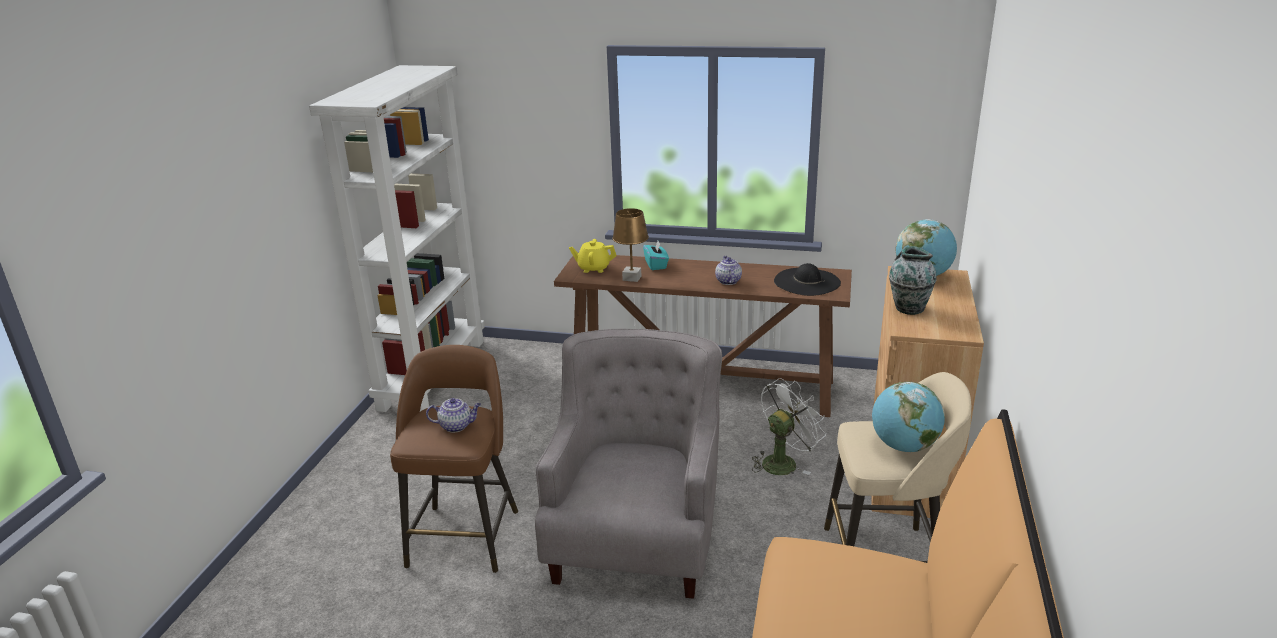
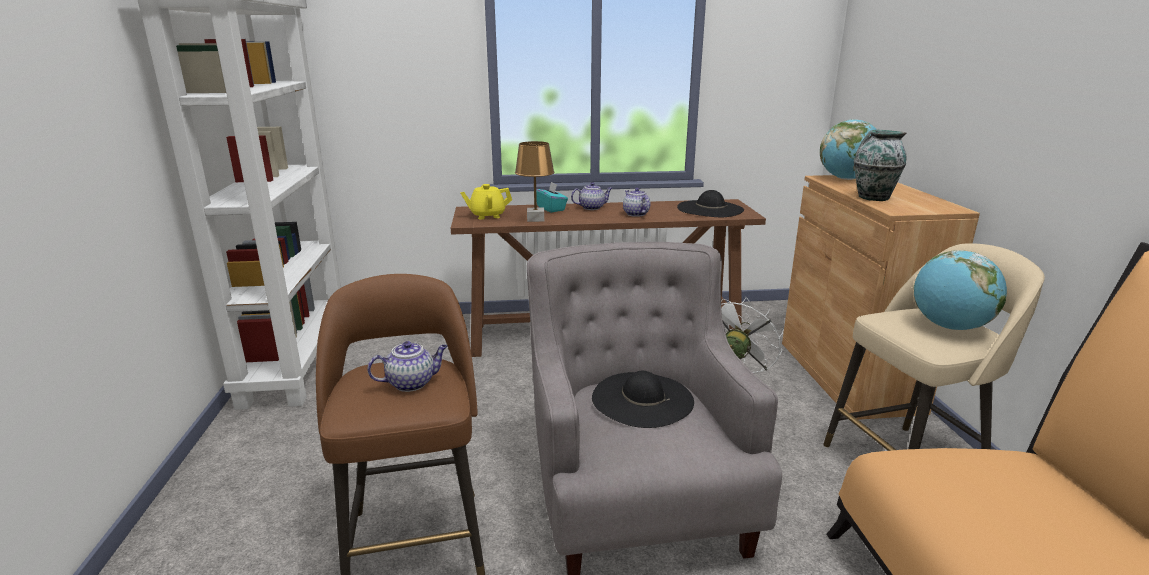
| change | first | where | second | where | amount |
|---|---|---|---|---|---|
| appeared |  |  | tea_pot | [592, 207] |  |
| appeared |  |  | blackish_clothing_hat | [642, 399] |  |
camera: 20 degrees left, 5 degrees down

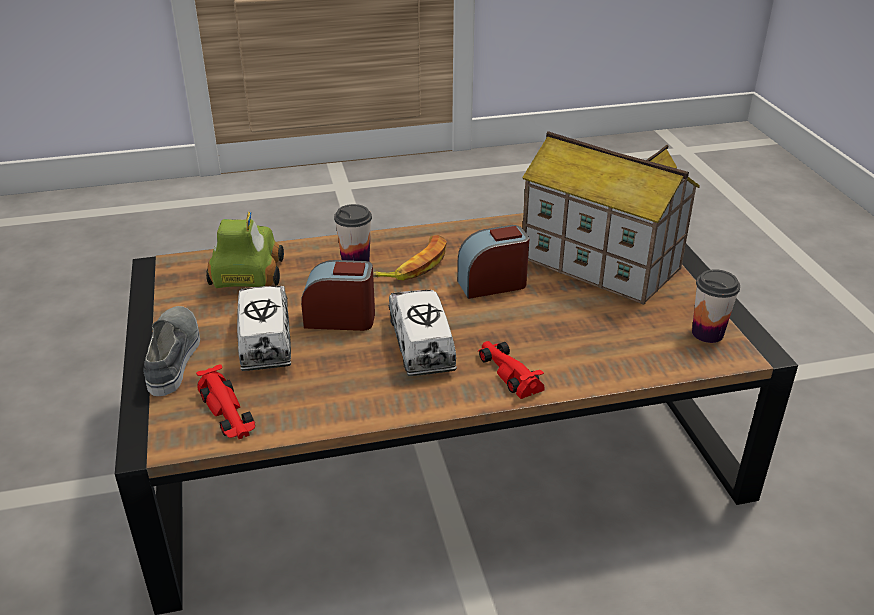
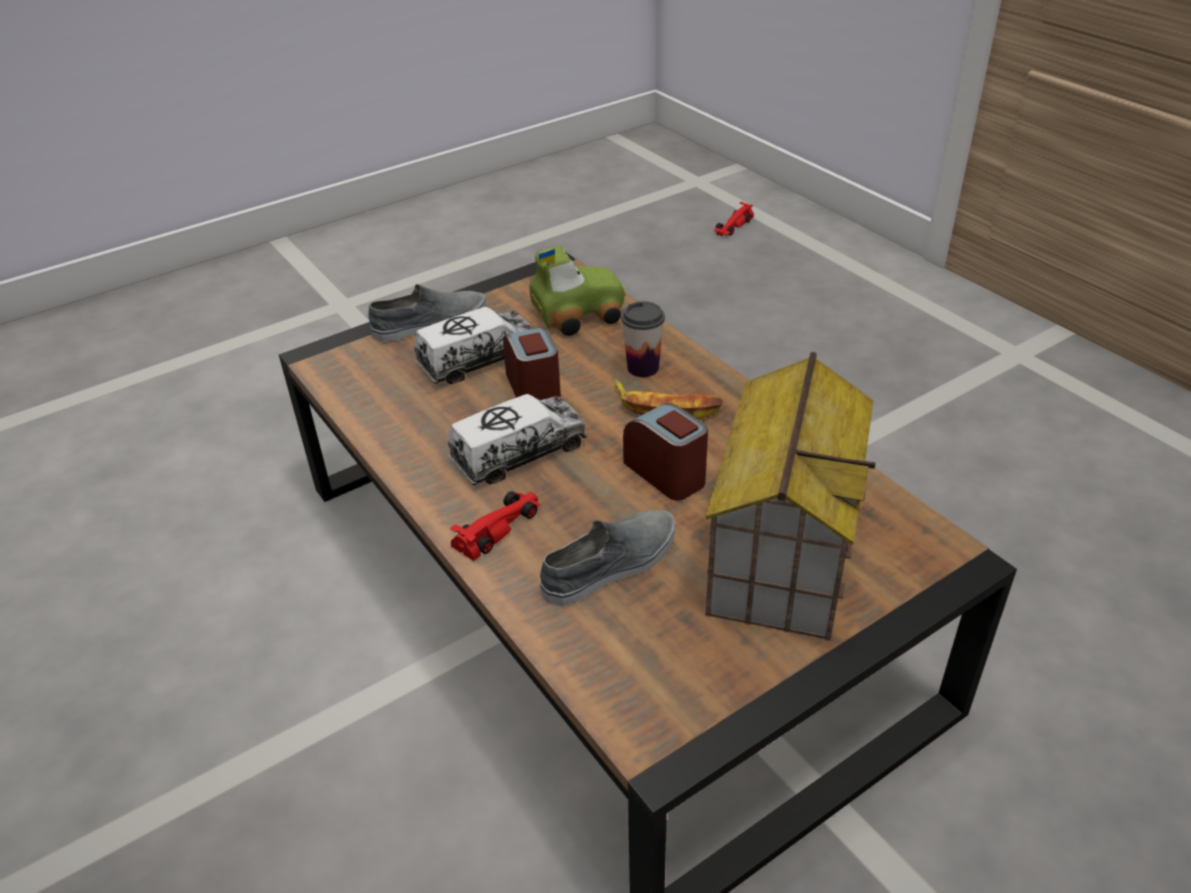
| change | first | where | second | where | amount |
|---|---|---|---|---|---|
| relocated | reddish_toy_car | [227, 412] |  | [733, 226] |  |
| missing | drinking_cup | [707, 333] |  |  |  |
| appeared |  |  | grey_item_of_footwear | [612, 564] |  |
camera: 70 degrees right, 5 degrees up

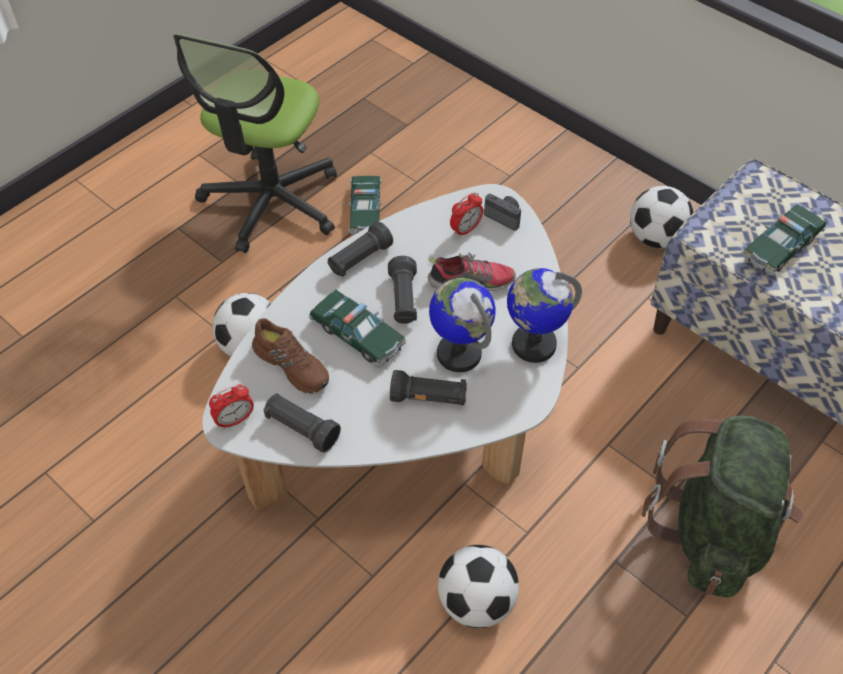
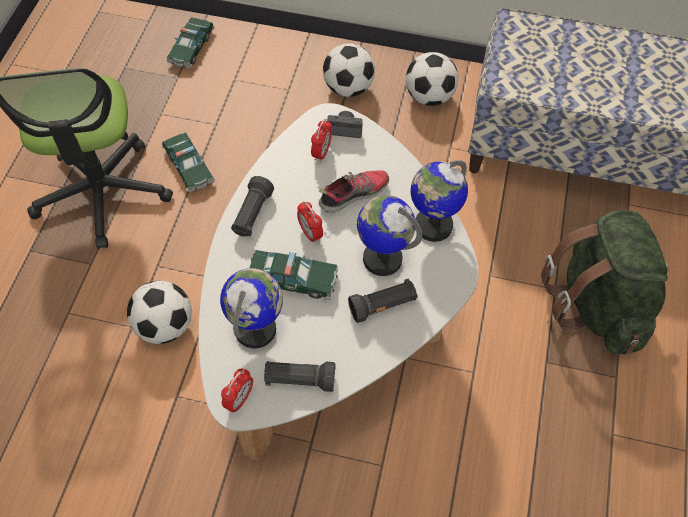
| change | first | where | second | where | amount |
|---|---|---|---|---|---|
| exchanged | brown_item_of_footwear | [293, 364] | desk_globe | [256, 329] |  |
| exchanged | blackish_torch | [403, 300] | table_clock | [310, 234] |  |
| relocated | football | [476, 601] |  | [348, 88] |  |
| relocated | toy_car | [781, 247] |  | [191, 48] |  |
camera: 30 degrees left, 5 degrees up

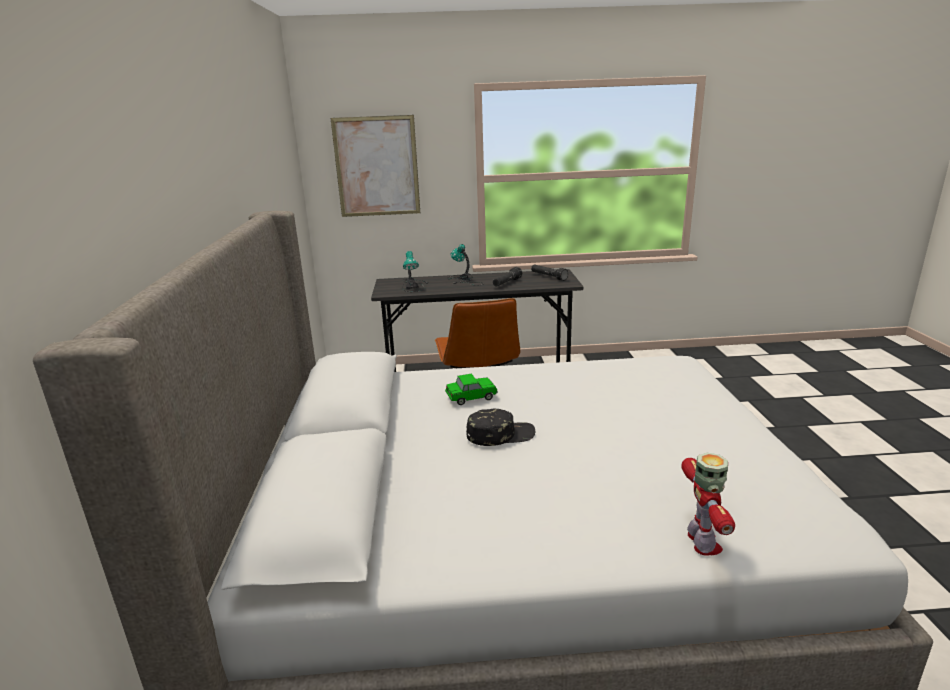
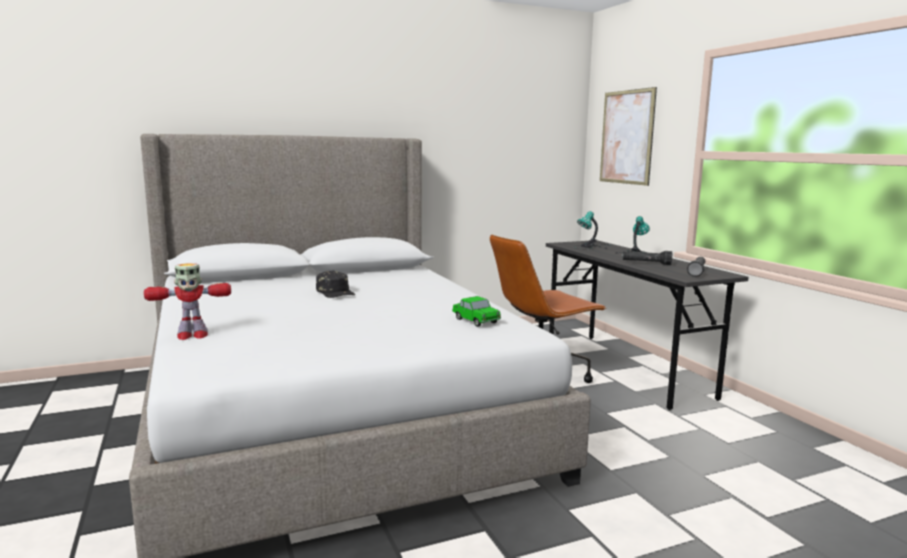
| change | first | where | second | where | amount |
|---|---|---|---|---|---|
| relocated | toy_car | [471, 397] |  | [476, 321] |  |
camera: 70 degrees right, 10 degrees down

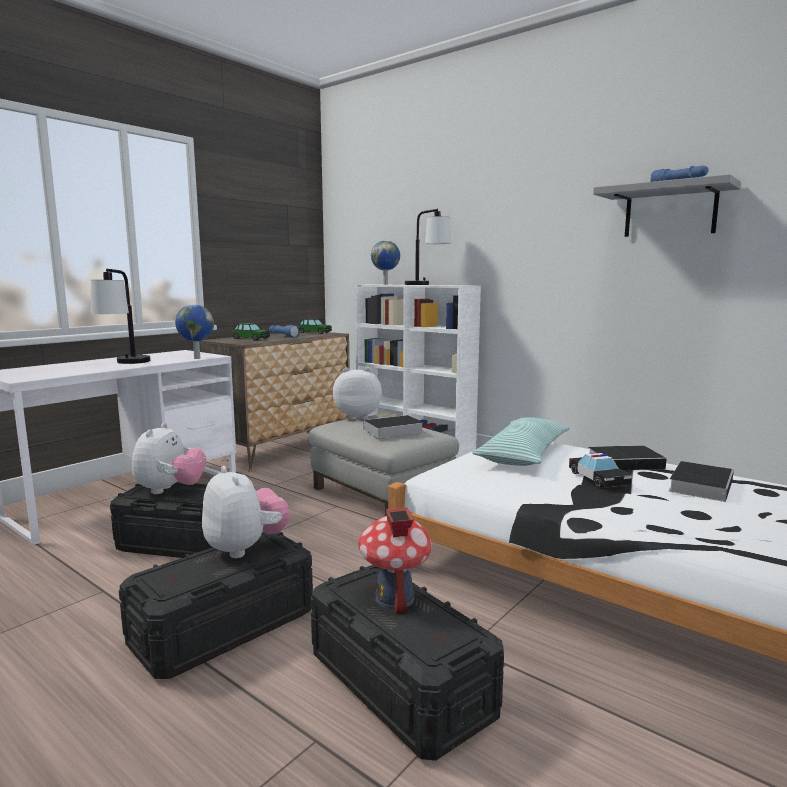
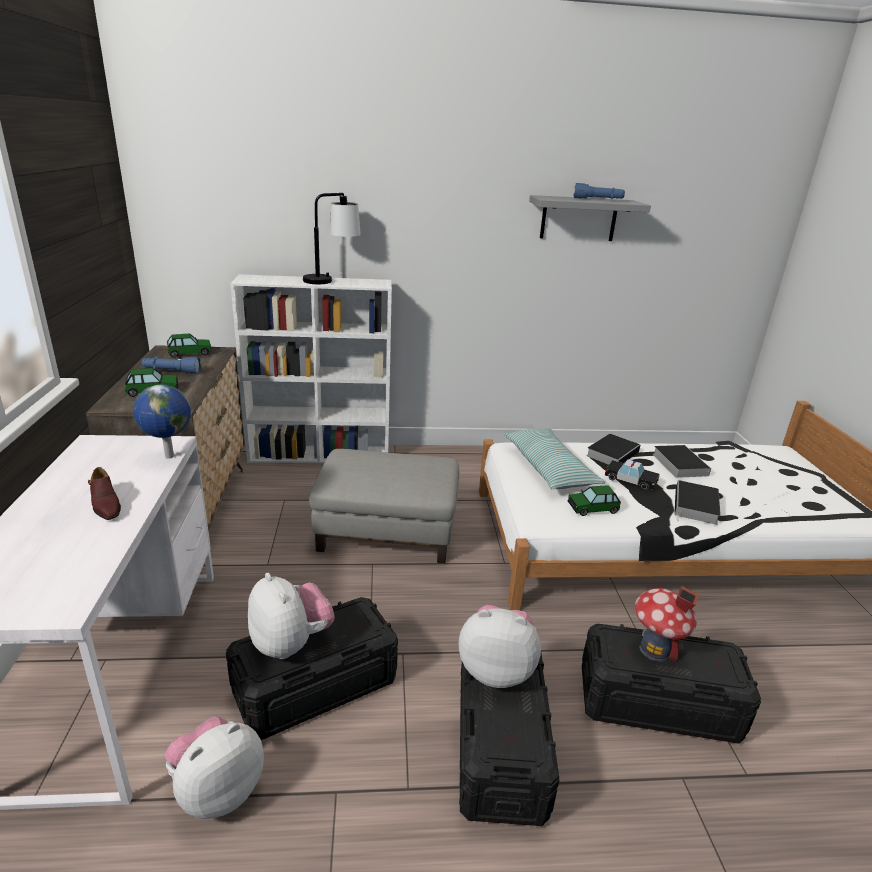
| change | first | where | second | where | amount |
|---|---|---|---|---|---|
| exchanged | lamp_for_a_table | [125, 364] | brown_item_of_footwear | [105, 505] |  |
| relocated | cuddly_toy | [357, 417] |  | [218, 790] |  |
| relocated | volume | [391, 430] |  | [696, 507] |  |
| missing | desk_globe | [386, 284] |  |  |  |
| appeared |  |  | toy_car | [592, 508] |  |
camera: 45 degrees left, 15 degrees up

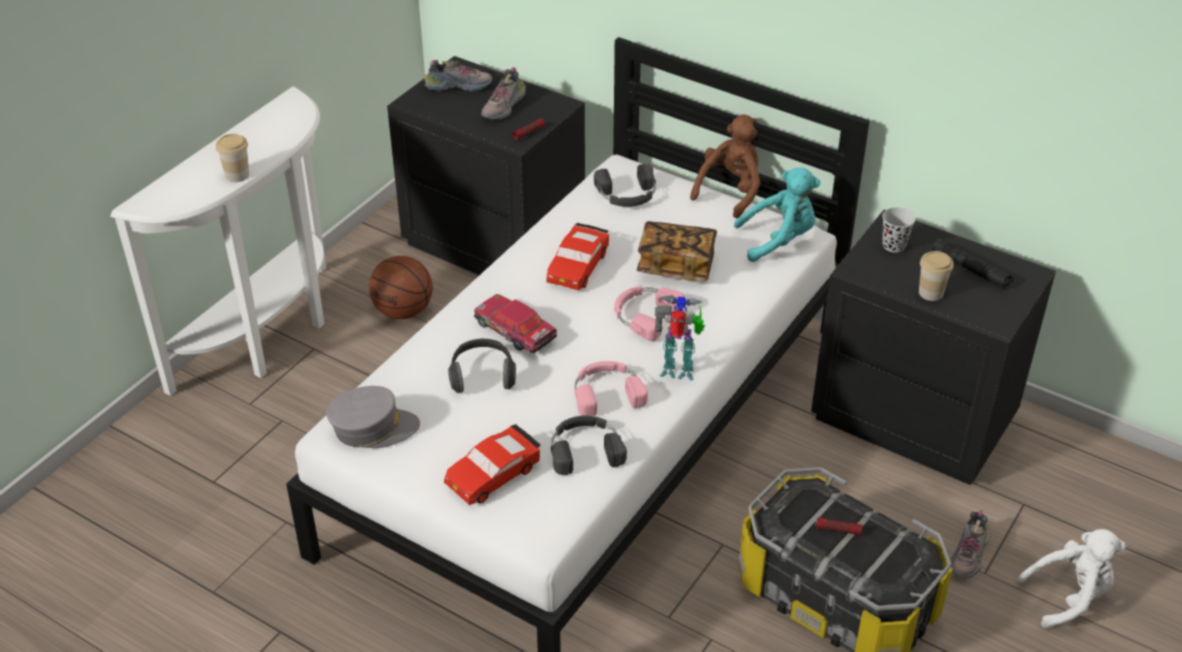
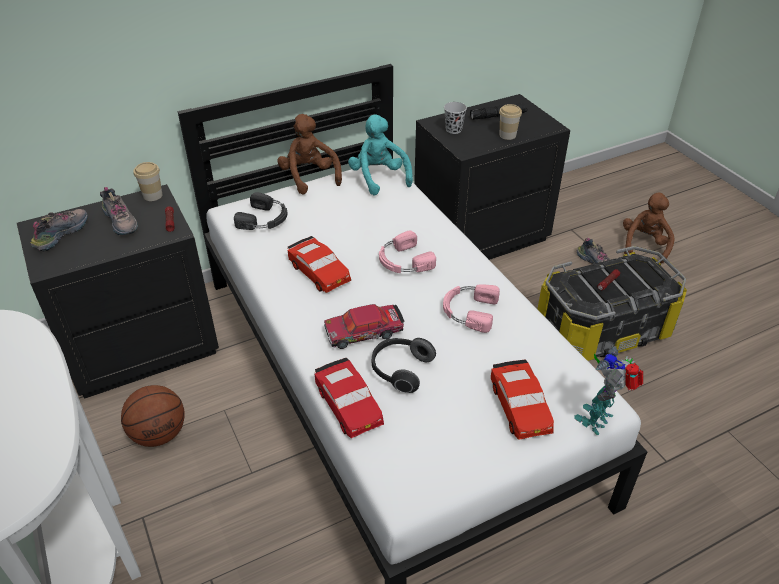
| change | first | where | second | where | amount |
|---|---|---|---|---|---|
| relocated | drinking_cup | [237, 175] |  | [152, 195] |  |
| missing | grey_peaked_cap | [373, 428] |  |  |  |
| missing | blackish_headset | [585, 448] |  |  |  |
| missing | volume | [676, 265] |  |  |  |
| relocated | model_robot | [679, 372] |  | [598, 419] |  |
| spun | turquoise_cuddly_toy | [779, 240] |  | [379, 178] | 45 degrees counterclockwise |
| colour | white_cuddly_toy | [1069, 596] | brown_cuddly_toy | [644, 245] |  |
| appeared |  |  | reddish_toy_car | [349, 405] |  |
camera: 60 degrees left, 0 degrees up

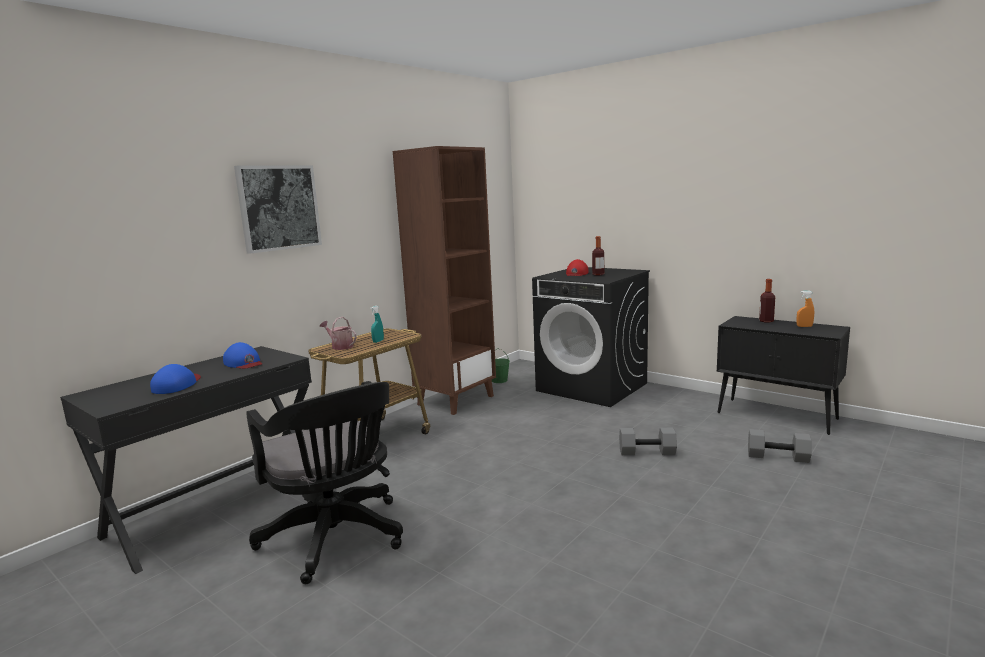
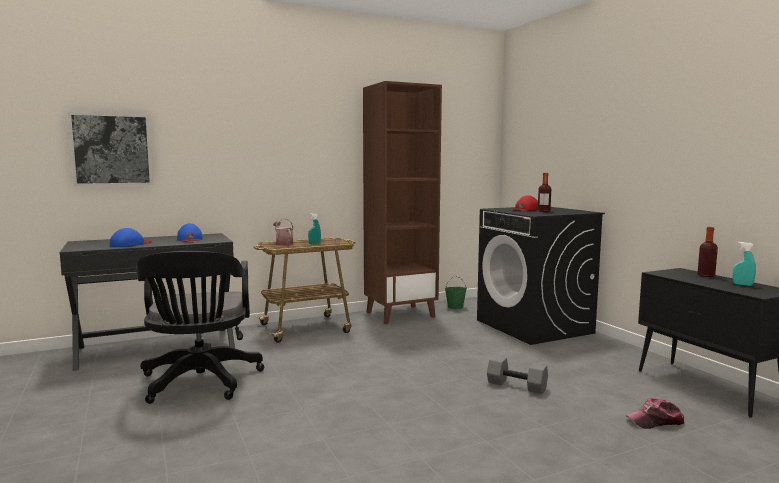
| change | first | where | second | where | amount |
|---|---|---|---|---|---|
| relocated | picture | [279, 208] |  | [111, 149] |  |
| exchanged | grey_free_weight | [778, 456] | peaked_cap | [655, 421] |  |
| colour | orange-coloured_sprayer | [804, 326] | turquoise_sprayer | [742, 284] |  |
camera: 25 degrees right, 5 degrees down

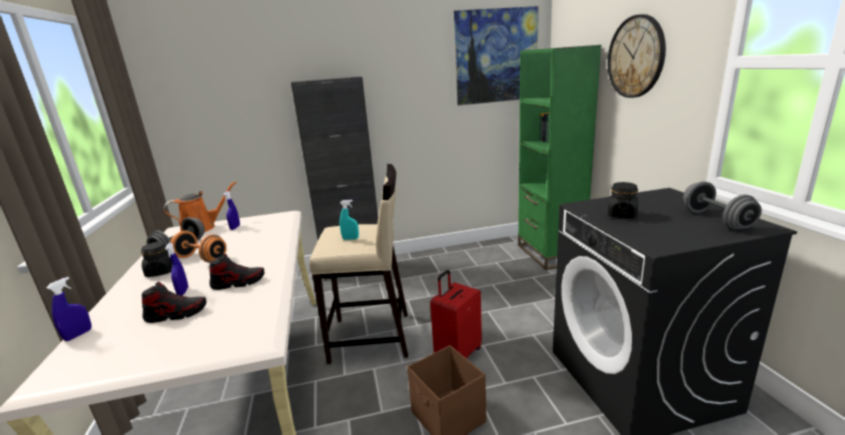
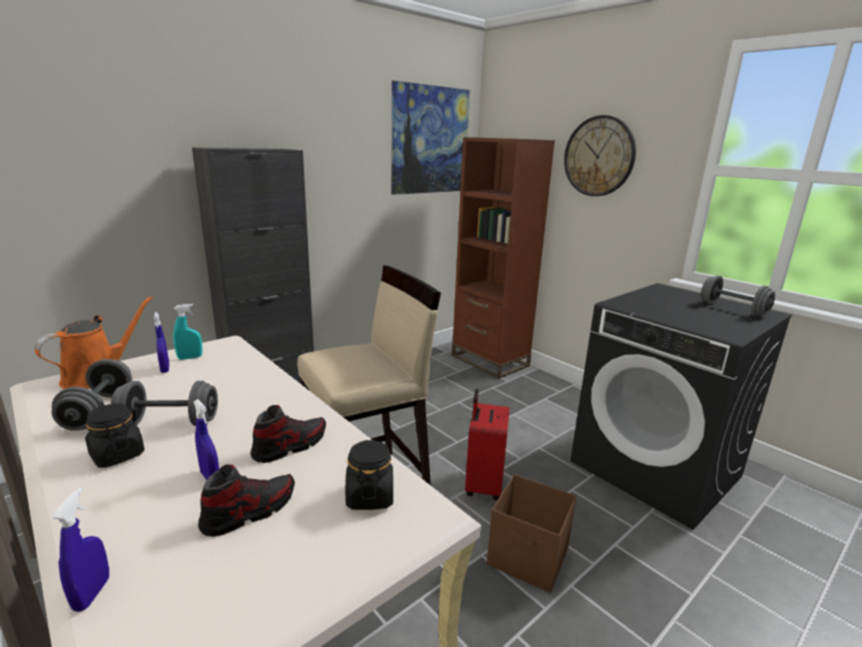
| change | first | where | second | where | amount |
|---|---|---|---|---|---|
| colour | orange-coloured_free_weight | [201, 258] | grey_free_weight | [169, 422] |  |
| relocated | turquoise_sprayer | [350, 239] |  | [190, 358] |  |
| colour | green_bookshelf | [549, 253] | brown_bookshelf | [489, 360] |  |
| relocated | blackish_jar | [621, 215] |  | [369, 496] |  |
camera: 30 degrees left, 0 degrees up

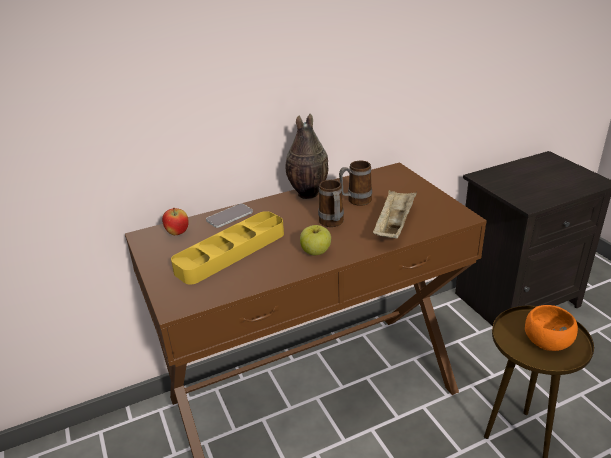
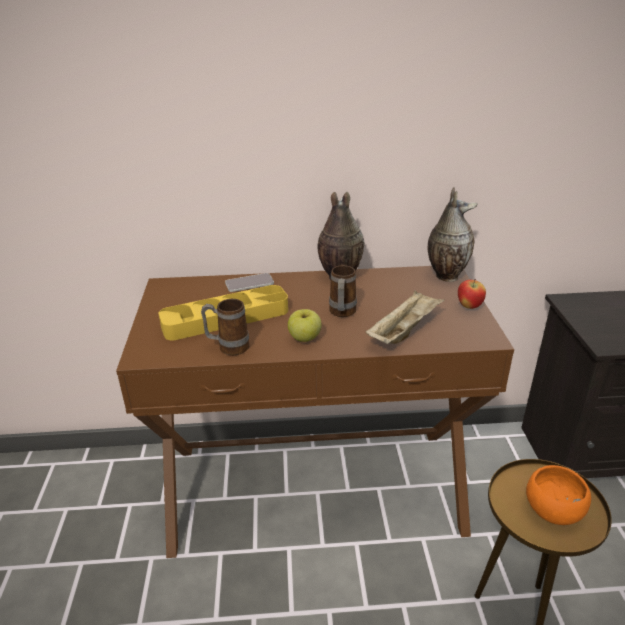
| change | first | where | second | where | amount |
|---|---|---|---|---|---|
| relocated | apple_fruit | [177, 233] |  | [469, 306] |  |
| relocated | mug | [355, 201] |  | [228, 347] |  |
| appeared |  |  | vase | [445, 275] |  |
camera: 20 degrees right, 0 degrees up

